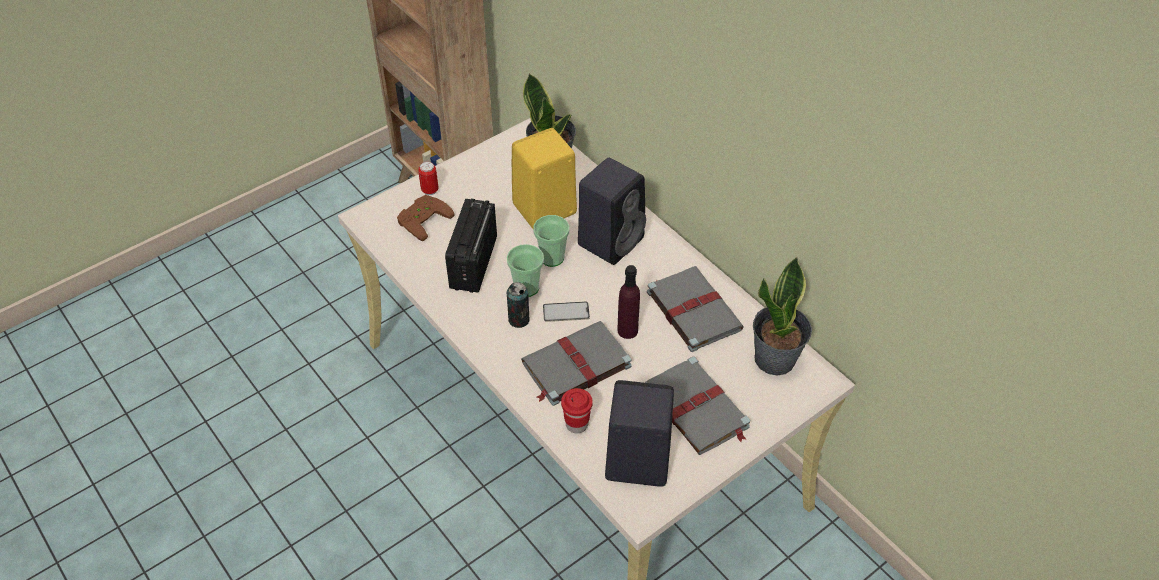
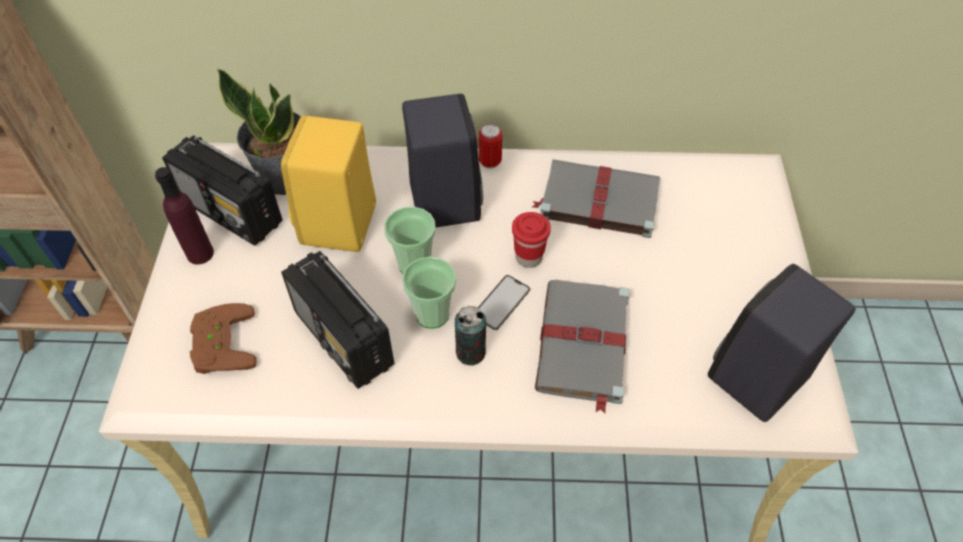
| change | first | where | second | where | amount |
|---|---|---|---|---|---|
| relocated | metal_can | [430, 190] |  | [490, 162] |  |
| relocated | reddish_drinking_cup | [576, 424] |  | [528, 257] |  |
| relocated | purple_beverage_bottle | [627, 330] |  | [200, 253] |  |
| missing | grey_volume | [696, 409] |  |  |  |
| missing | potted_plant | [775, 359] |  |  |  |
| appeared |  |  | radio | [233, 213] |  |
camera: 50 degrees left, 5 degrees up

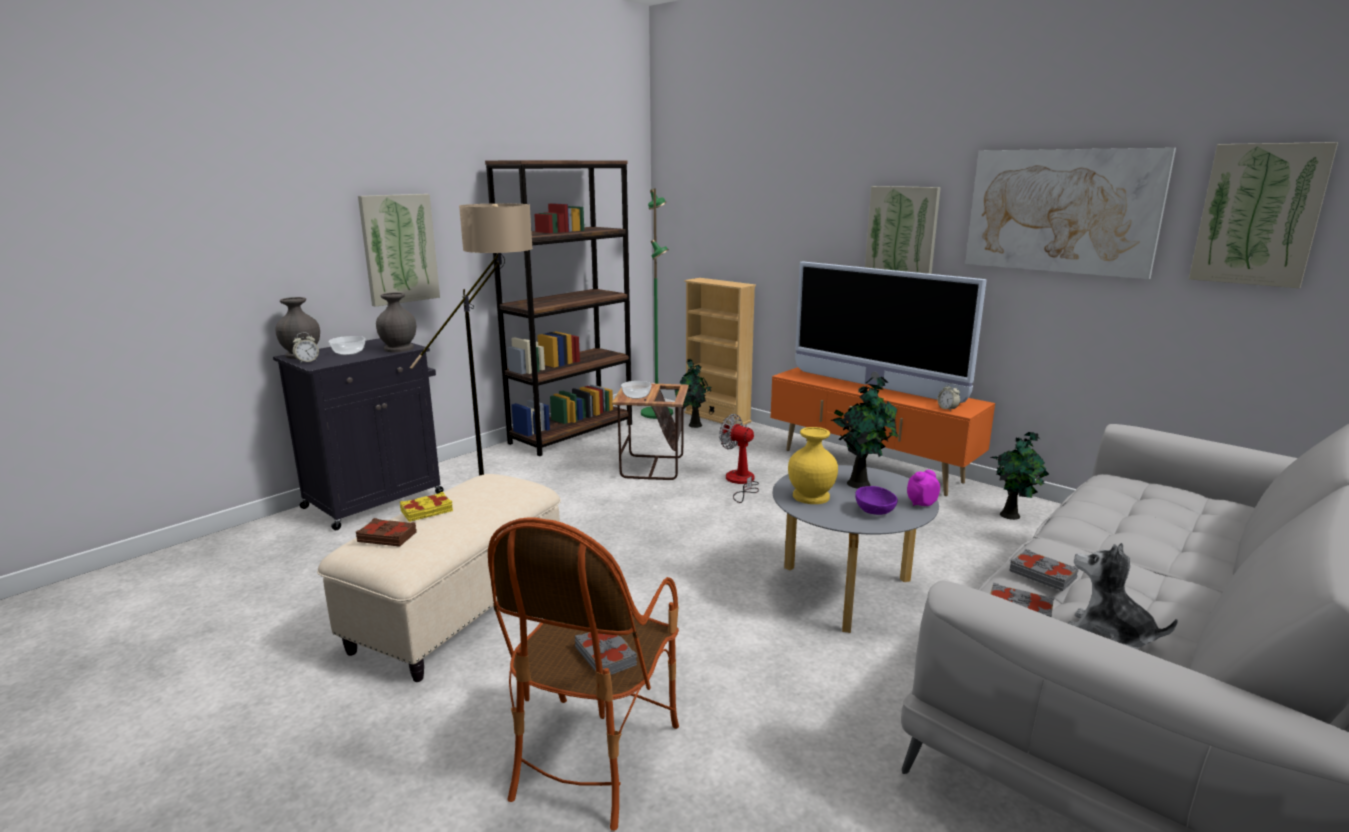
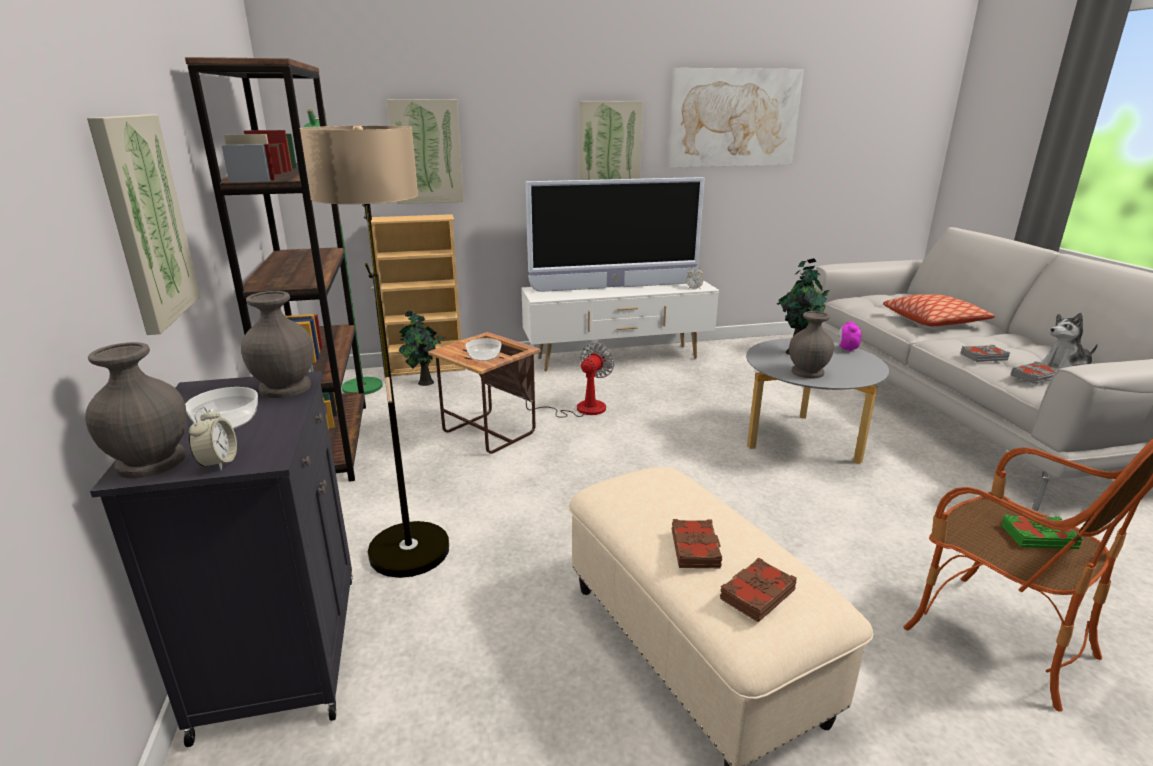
| change | first | where | second | where | amount |
|---|---|---|---|---|---|
| colour | yellow_volume | [427, 511] | brown_volume | [696, 549] |  |
| colour | grey_volume | [606, 656] | green_volume | [1037, 536] |  |
| spun | electric_fan | [740, 482] |  | [579, 409] | 135 degrees clockwise |
| colour | orange-coloured_tv_unit | [870, 466] | white_tv_unit | [618, 358] |  |
| colour | yellow_vase | [812, 497] | grey_vase | [808, 372] |  |
| missing | purple_bowl | [875, 511] |  |  |  |
| missing | potted_plant | [1012, 515] |  |  |  |
| relocated | picture | [1259, 215] |  | [426, 152] |  |
| appeared |  |  | pillow | [933, 321] |  |
camera: 55 degrees left, 5 degrees up

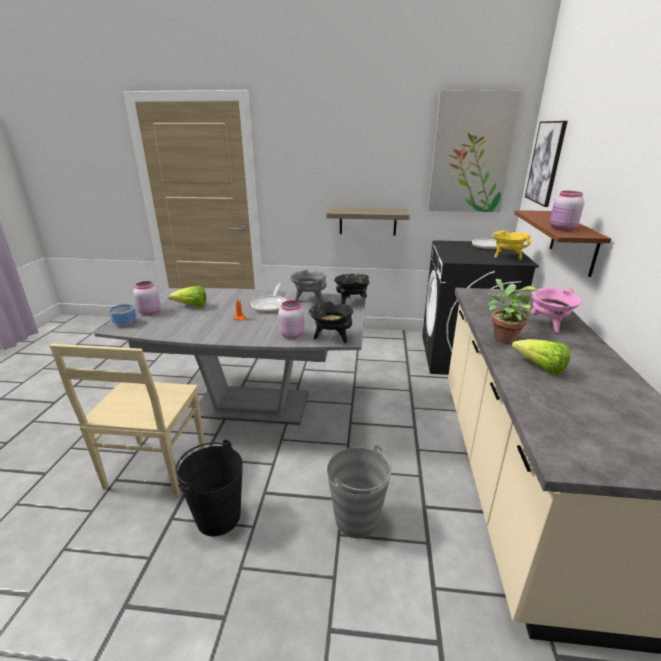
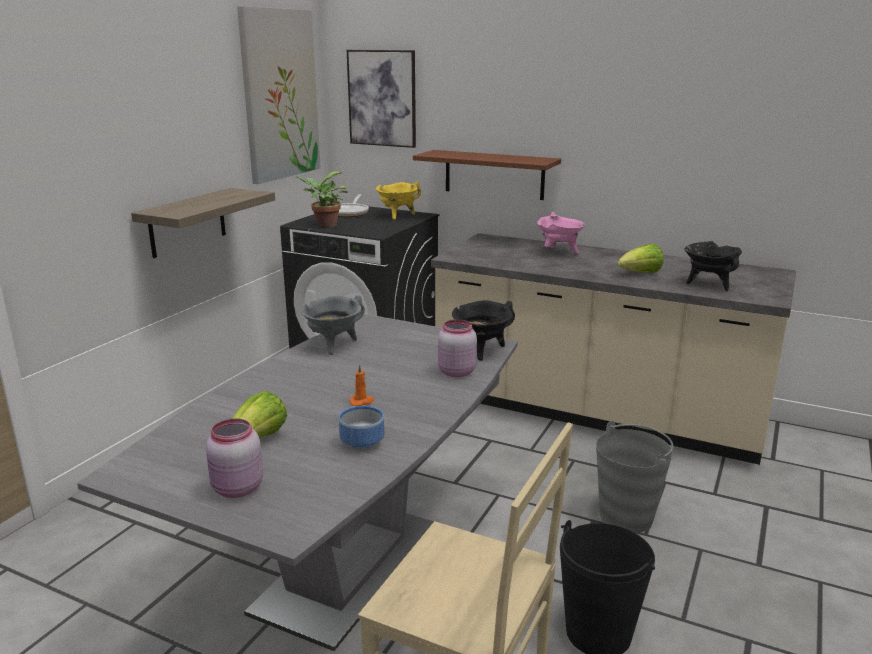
| change | first | where | second | where | amount |
|---|---|---|---|---|---|
| relocated | bowl | [124, 323] |  | [364, 444] |  |
| missing | skillet | [270, 305] |  |  |  |
| relocated | blackish_stockpot | [351, 302] |  | [709, 284] |  |
| relocated | potted_plant | [502, 337] |  | [324, 226] |  |
| missing | pink-coloured_jar | [562, 228] |  |  |  |
camera: 70 degrees left, 5 degrees down

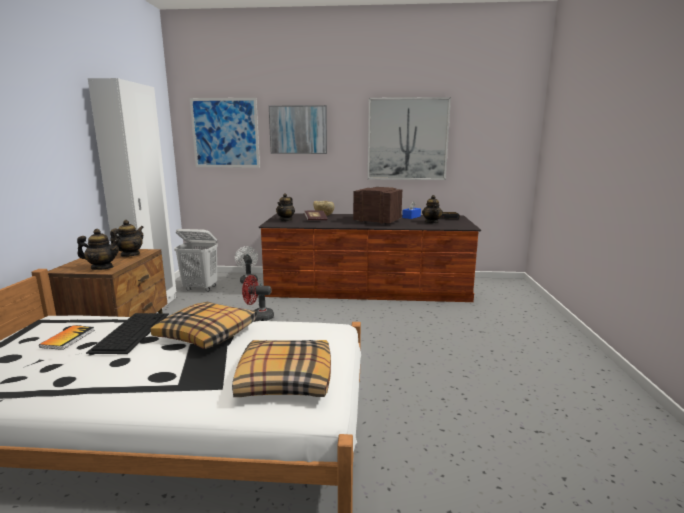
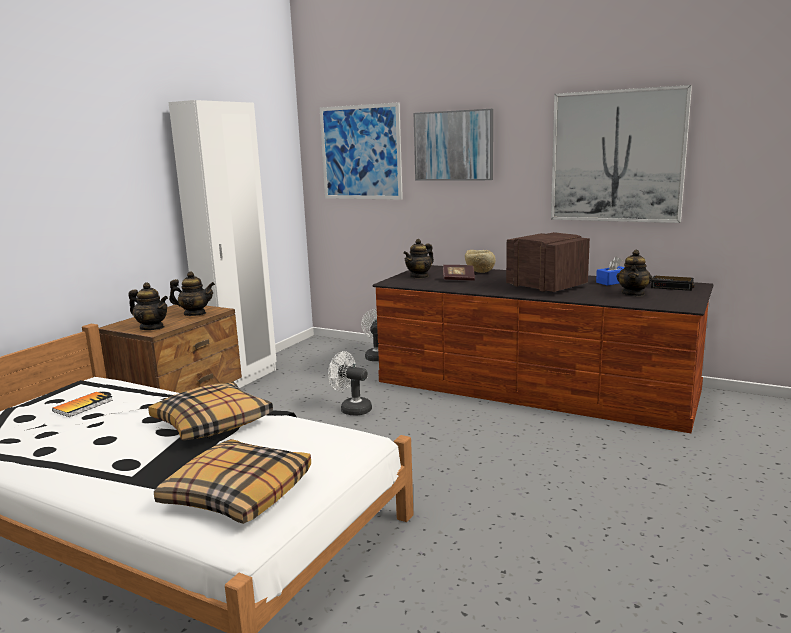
| change | first | where | second | where | amount |
|---|---|---|---|---|---|
| missing | computer_keyboard | [131, 331] |  |  |  |
| spun | tea_pot | [130, 255] |  | [195, 314] | 45 degrees clockwise |
| missing | white_washing_basket | [200, 288] |  |  |  |
| colour | reddish_electric_fan | [258, 317] | white_electric_fan | [351, 409] |  |
camera: 25 degrees right, 0 degrees up

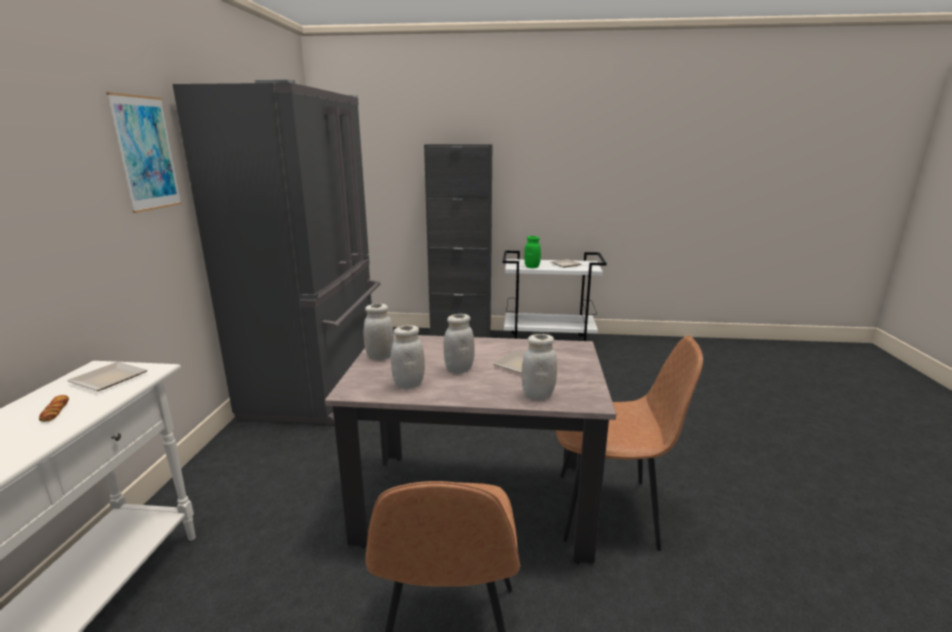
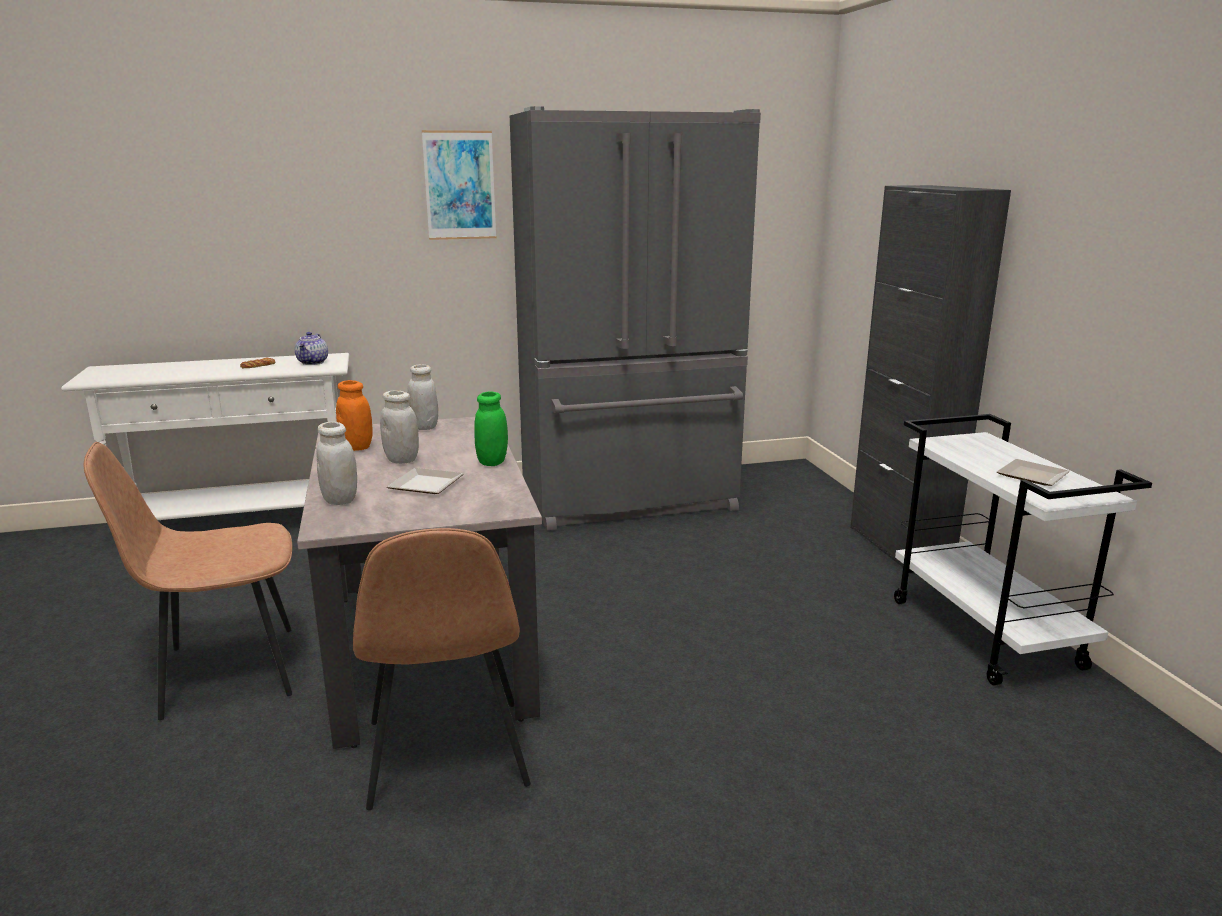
| change | first | where | second | where | amount |
|---|---|---|---|---|---|
| exchanged | dinner_plate | [110, 378] | tea_pot | [313, 362] |  |
| colour | white_jar | [408, 384] | orange-coloured_jar | [357, 447] |  |
| relocated | green_jar | [532, 267] |  | [492, 462] |  |
camera: 70 degrees right, 0 degrees up

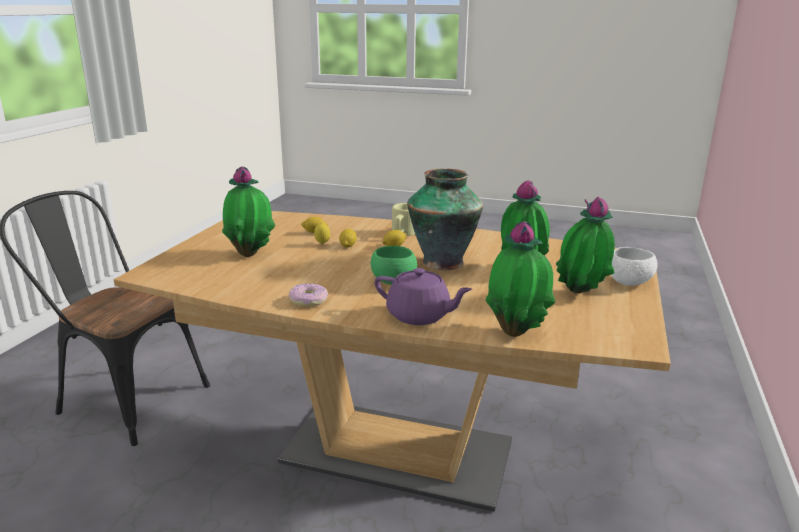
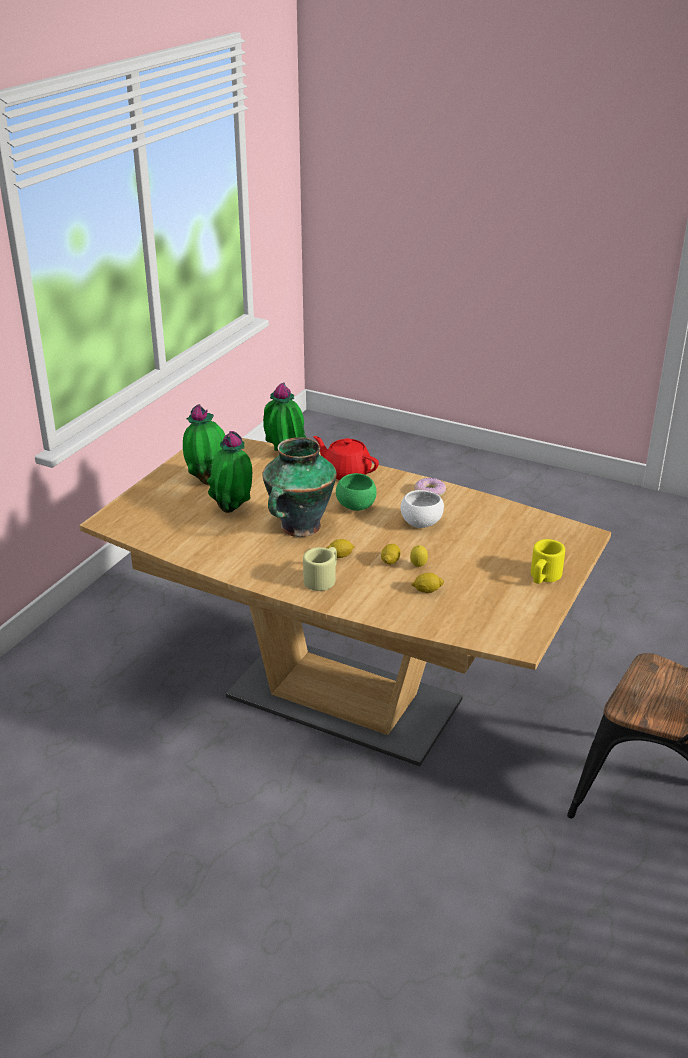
| change | first | where | second | where | amount |
|---|---|---|---|---|---|
| missing | potted_plant | [251, 254] |  |  |  |
| colour | purple_tea_pot | [419, 316] | reddish_tea_pot | [346, 472] |  |
| relocated | white_bowl | [629, 282] |  | [421, 523] |  |
| appeared |  |  | yellow_mug | [543, 577] |  |
camera: 170 degrees left, 10 degrees up

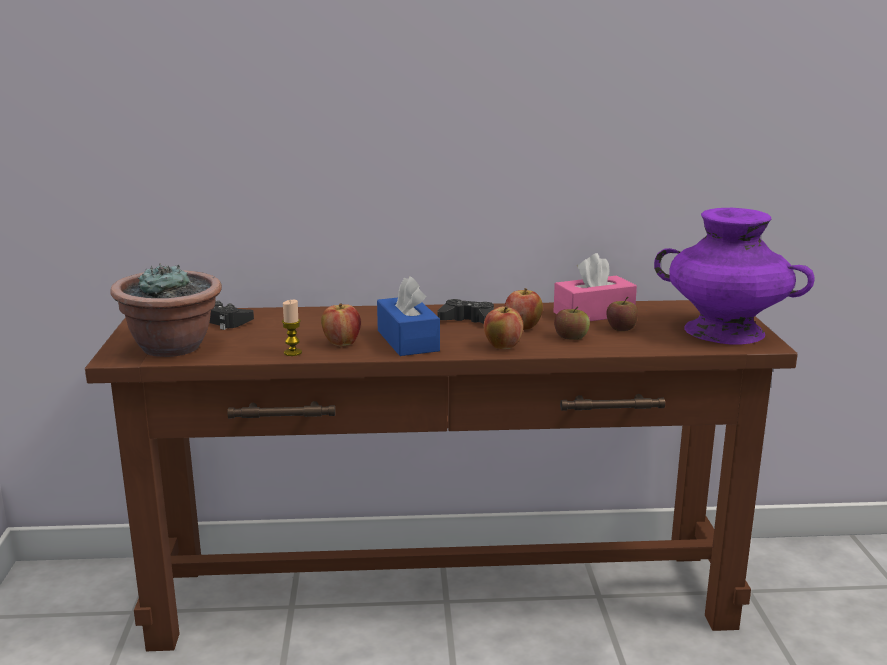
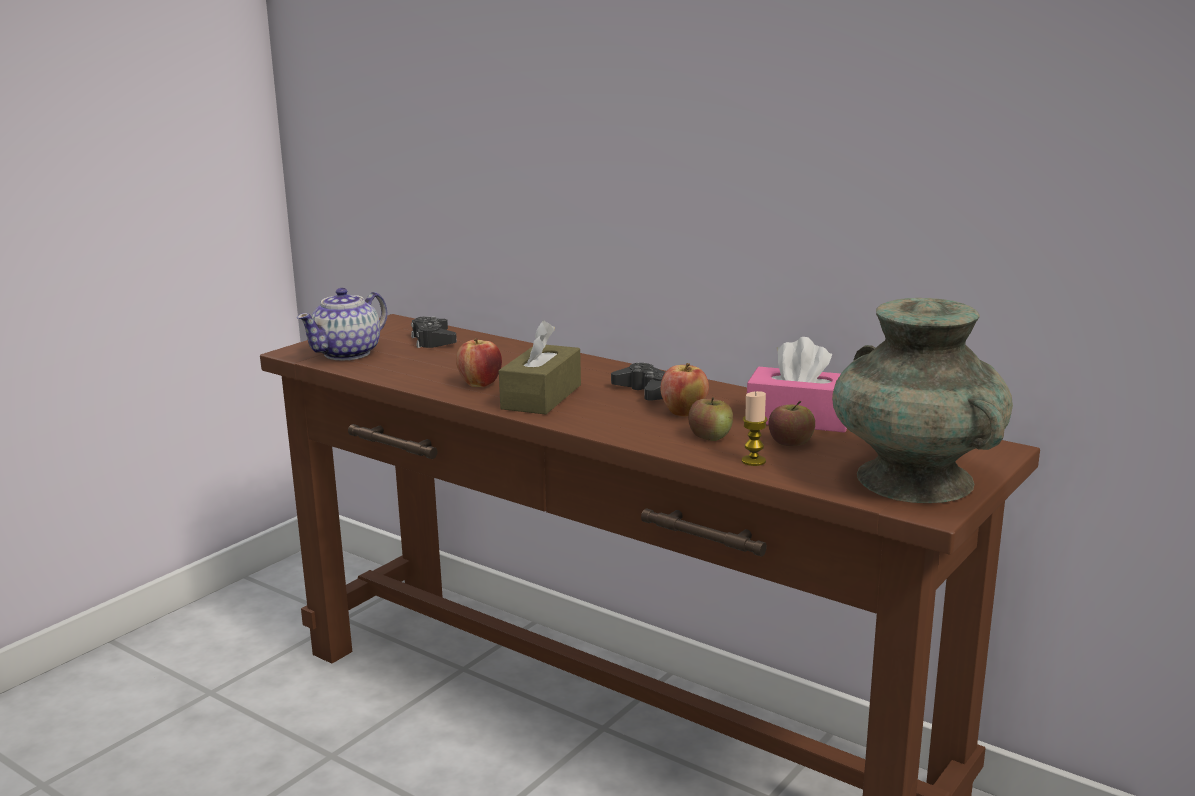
| change | first | where | second | where | amount |
|---|---|---|---|---|---|
| exchanged | potted_plant | [173, 347] | tea_pot | [348, 353] |  |
| relocated | wax_candle | [292, 352] |  | [753, 461] |  |
| colour | bluish_tissue_holder | [408, 341] | brown_tissue_holder | [541, 397] |  |
| missing | apple_fruit | [502, 346] |  |  |  |
| colour | purple_vase | [725, 331] | turquoise_vase | [915, 480] |  |
camera: 40 degrees right, 0 degrees up

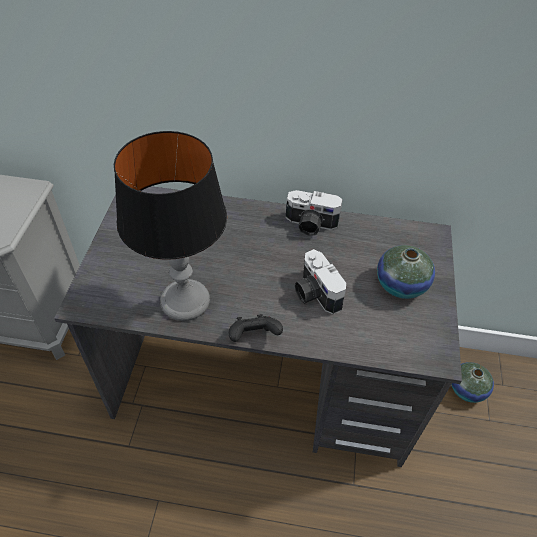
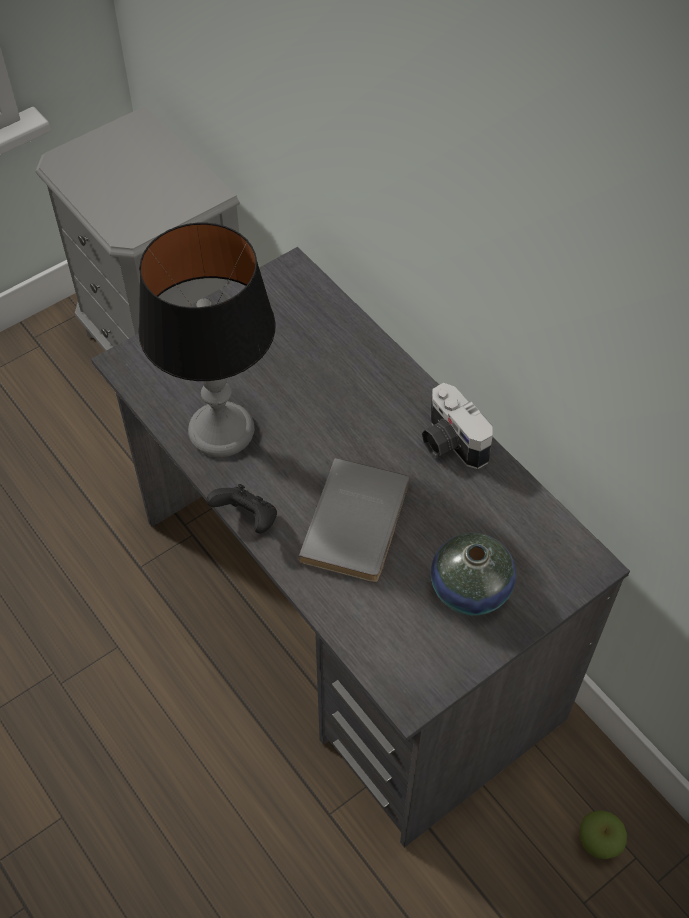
| change | first | where | second | where | amount |
|---|---|---|---|---|---|
| exchanged | photo_camera | [314, 293] | grey_volume | [359, 523] |  |
| exchanged | vase | [467, 389] | apple_fruit | [598, 842] |  |
camera: 45 degrees right, 5 degrees up

